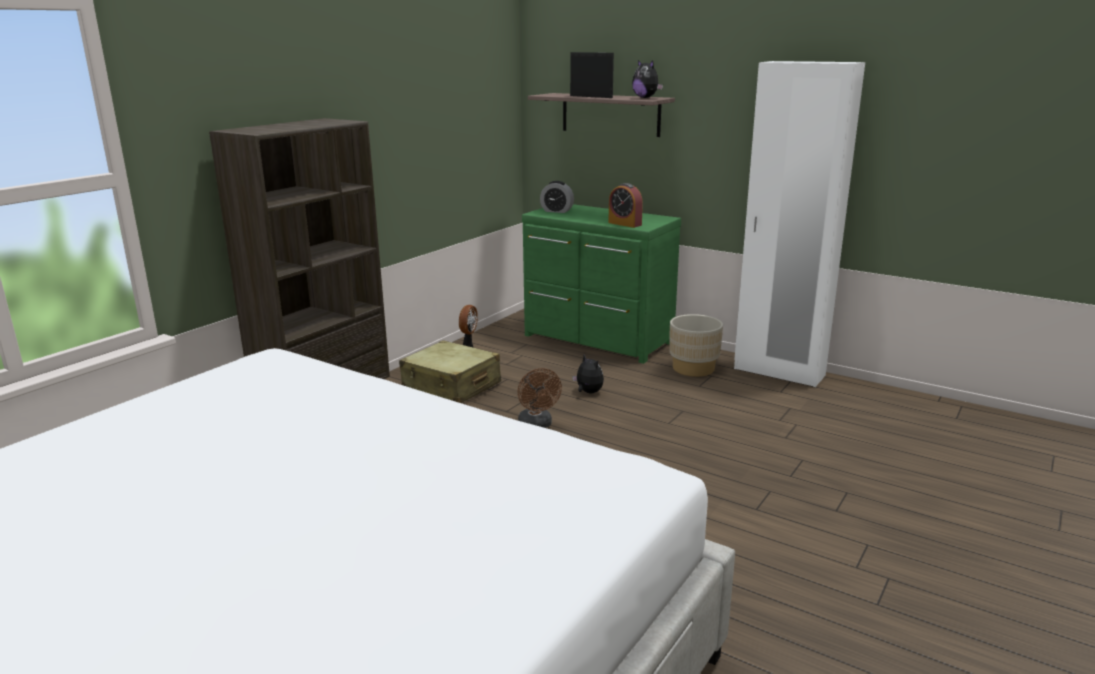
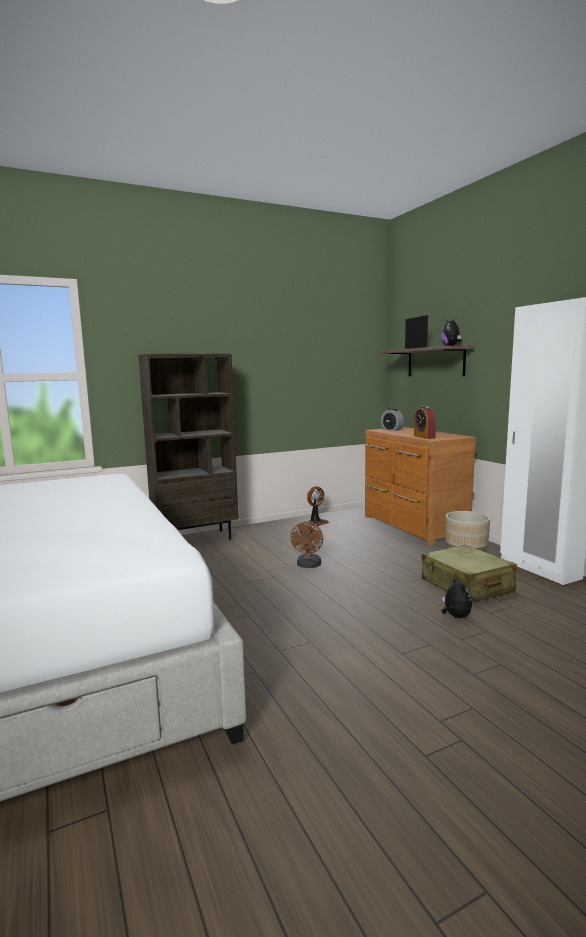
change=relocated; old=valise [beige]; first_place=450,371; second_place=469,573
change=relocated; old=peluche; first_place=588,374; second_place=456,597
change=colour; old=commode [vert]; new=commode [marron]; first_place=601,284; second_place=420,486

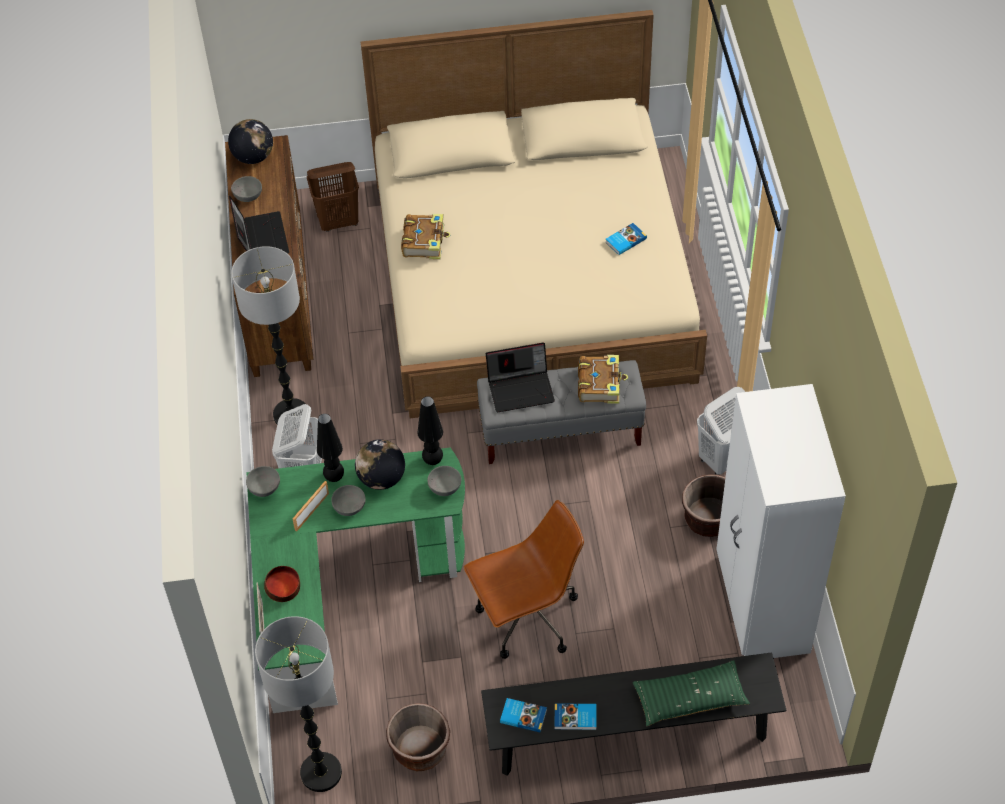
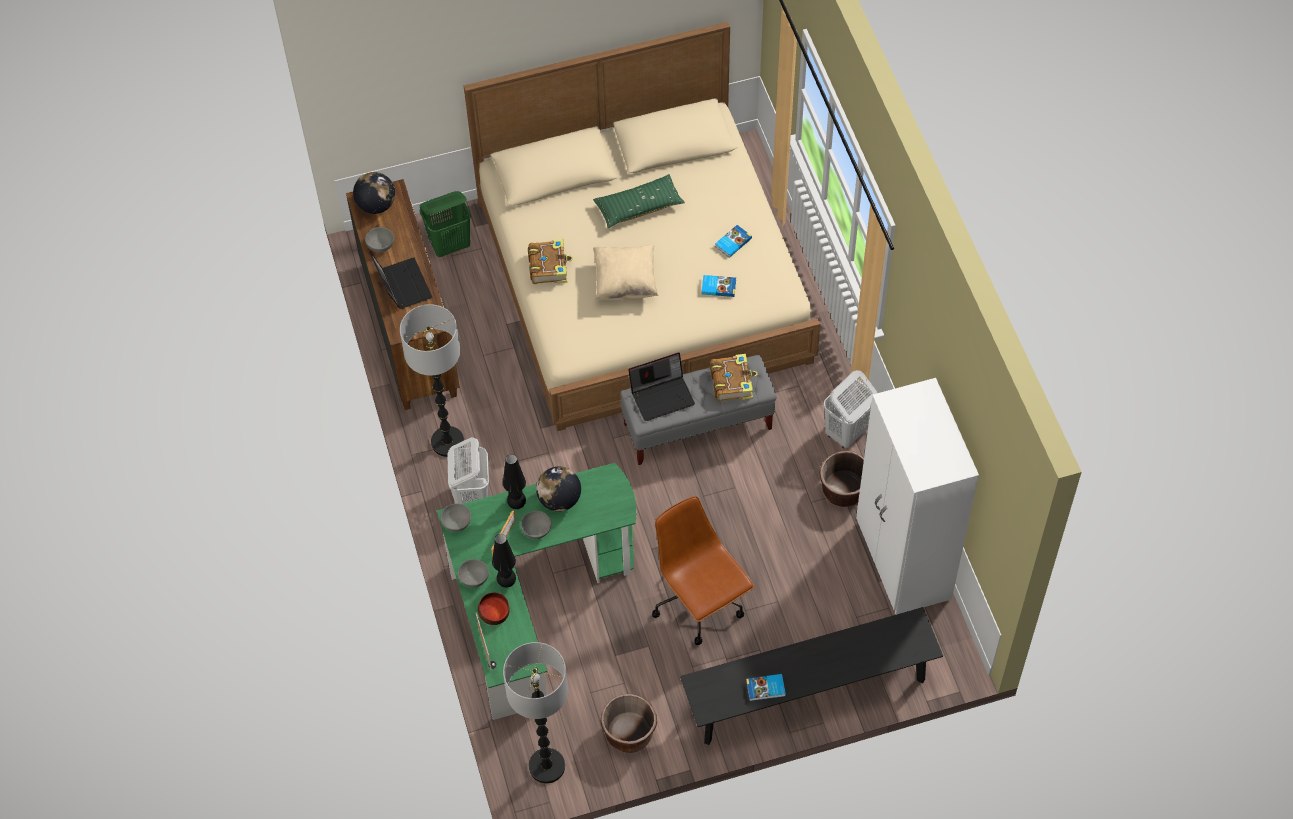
change=appeared; new=coussin [beige]; second_place=625,272
change=relocated; old=lampe de table [noir]; first_place=430,430; second_place=504,561
change=relocated; old=bol [gris]; first_place=444,481; second_place=473,573
change=relocated; old=livre; first_place=523,715; second_place=719,286
change=relocated; old=coussin [vert]; first_place=691,693; second_place=639,201
change=colour; old=panier à linge [marron]; new=panier à linge [vert]; first_place=333,197; second_place=445,224
change=spun; old=chaise de bureau [marron]; first_place=524,579; second_place=703,570; degrees=-90

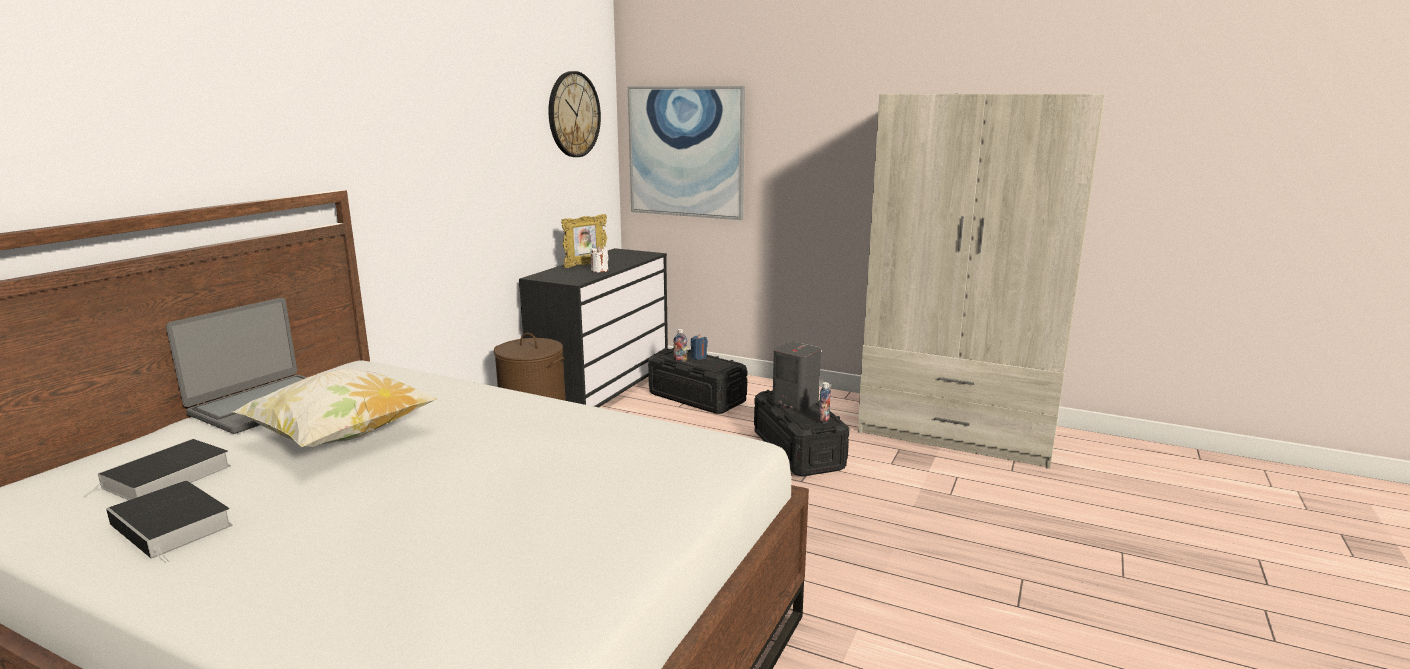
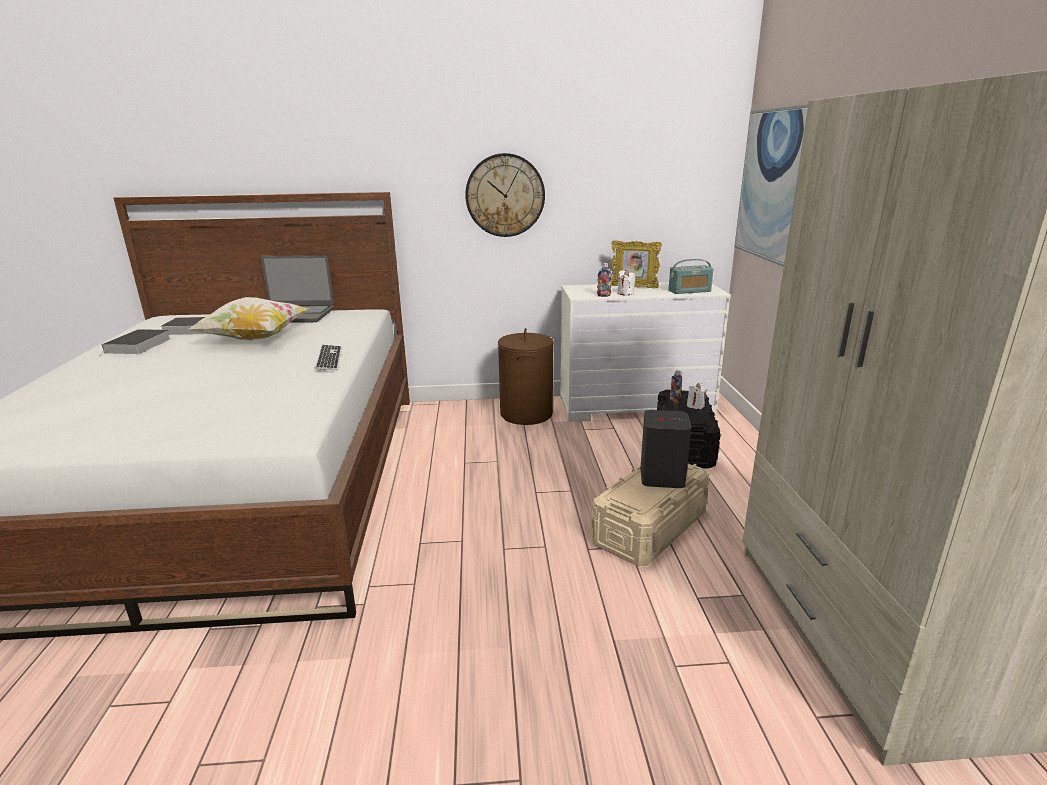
change=appeared; new=clavier; second_place=328,358
change=appeared; new=radio; second_place=691,276
change=relocated; old=horloge murale; first_place=574,114; second_place=505,195
change=relocated; old=bouteille; first_place=825,402; second_place=604,280
change=colour; old=commode [noir]; new=commode [blanc]; first_place=593,327; second_place=645,352
change=colour; old=bougie [bleu]; new=bougie [blanc]; first_place=699,347; second_place=697,396
change=colour; old=boîte de rangement [noir]; new=boîte de rangement [beige]; first_place=801,433; second_place=650,515

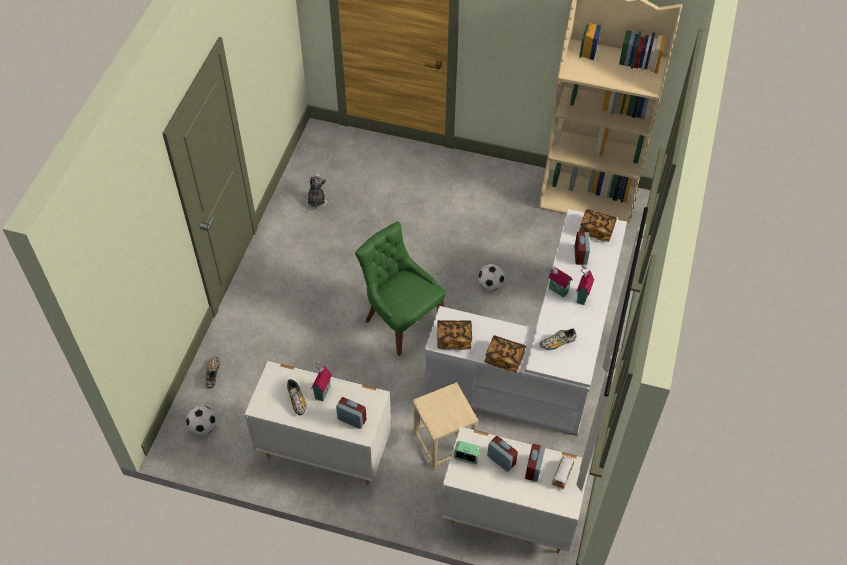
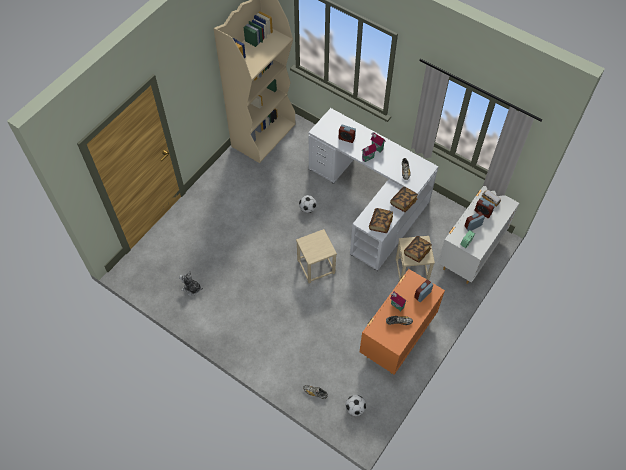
change=relocated; old=livre; first_place=598,225; second_place=418,249
change=exchanged; old=chaise [vert]; new=tabouret [beige]; first_place=400,289; second_place=316,256
change=colour; old=commode [blanc]; new=commode [orange]; first_place=318,423; second_place=402,322

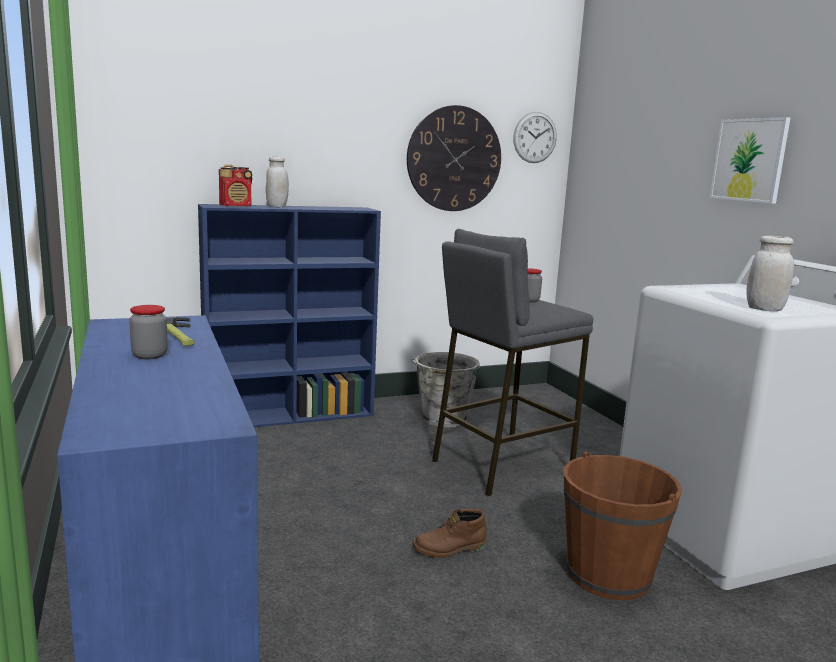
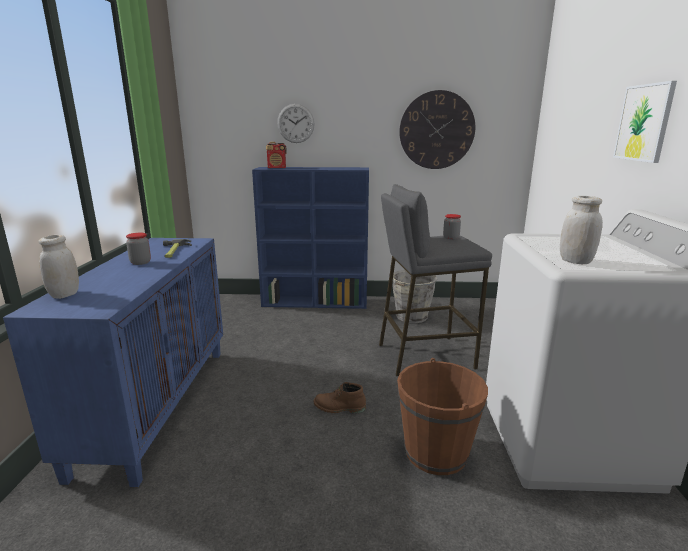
change=relocated; old=bocal [blanc]; first_place=277,182; second_place=59,267
change=relocated; old=horloge murale; first_place=535,137; second_place=296,123

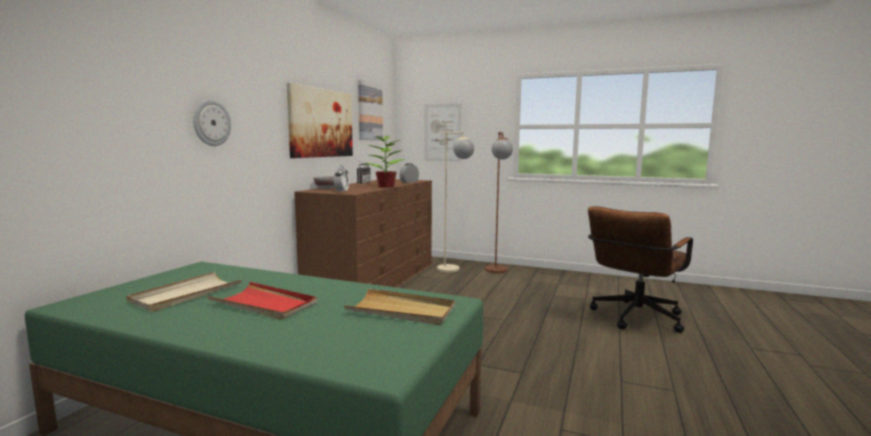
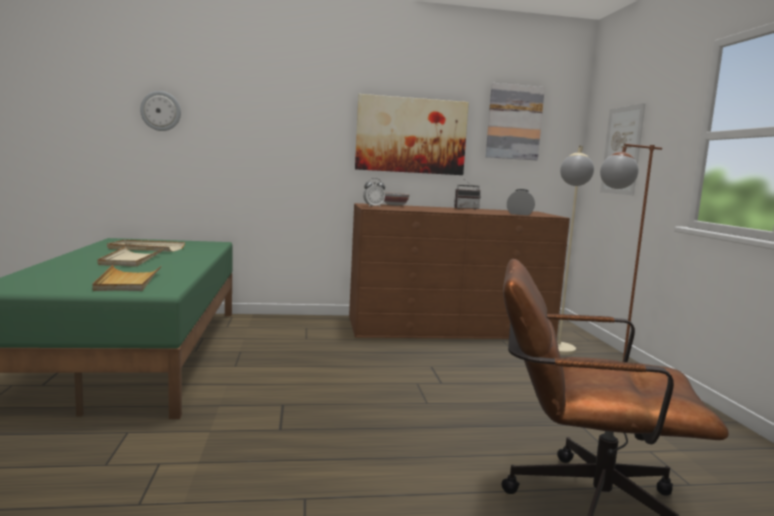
change=missing; old=plante en pot; first_place=385,162
change=relocated; old=horloge murale; first_place=212,123; second_place=160,111
change=colour; old=plateau [rouge]; new=plateau [beige]; first_place=262,301; second_place=131,257

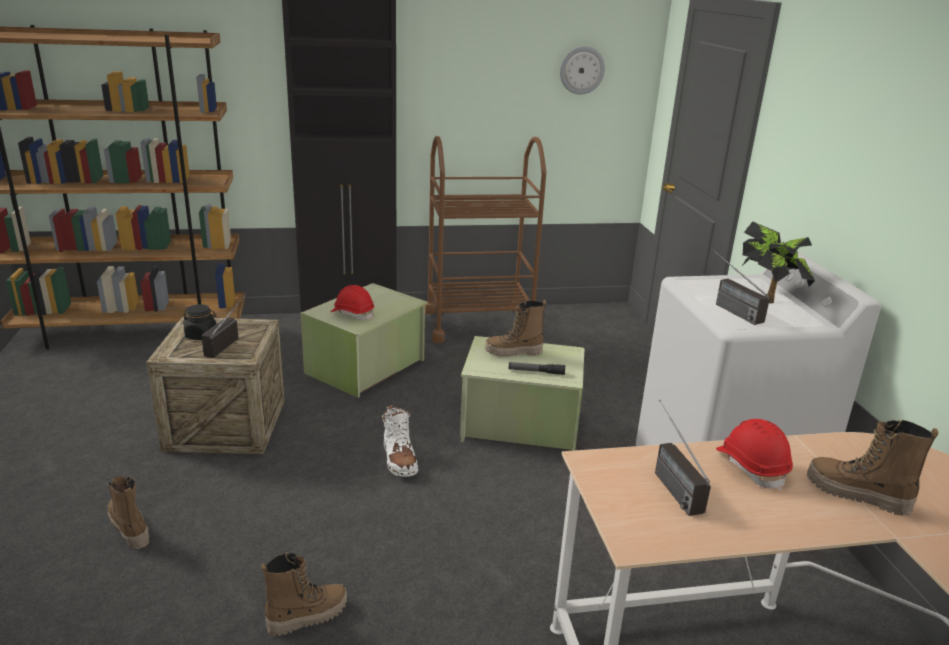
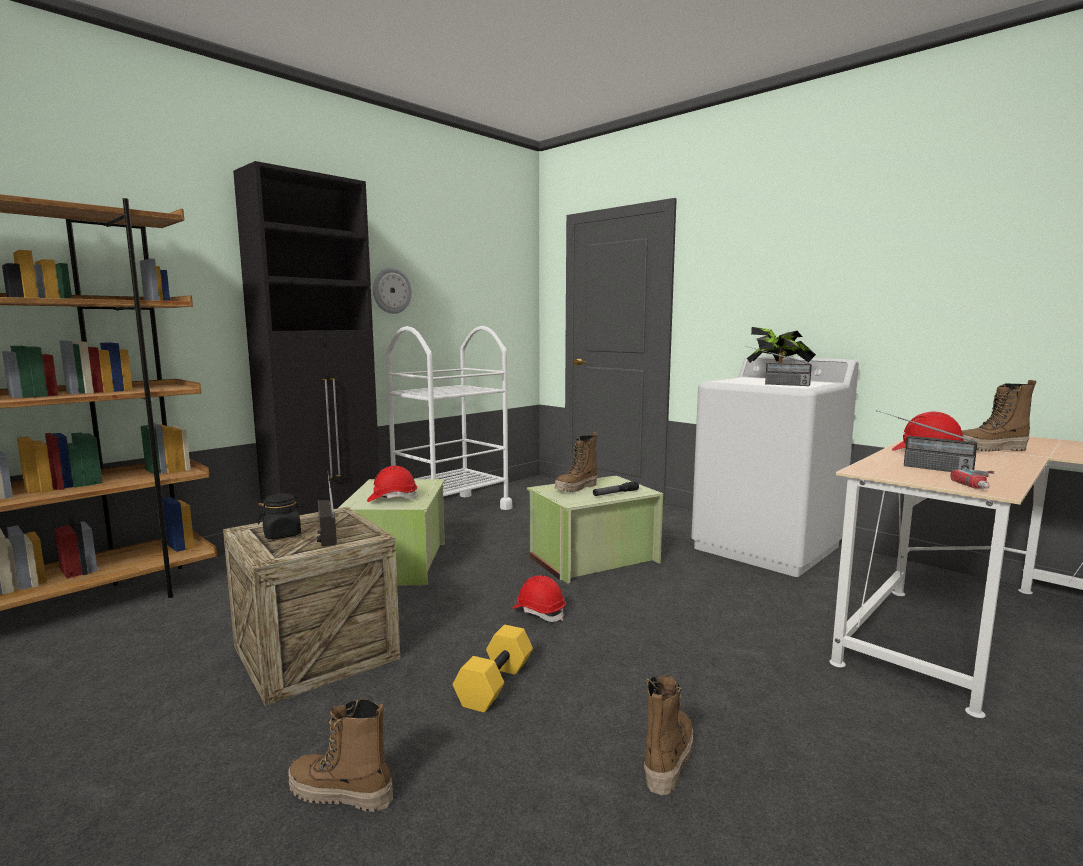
change=appeared; new=haltère [jaune]; second_place=493,668
change=appeared; new=perceuse; second_place=972,479
change=relocated; old=horloge murale; first_place=582,70; second_place=392,290
change=exchanged; old=botte [blanc]; new=casque de chantier [rouge]; first_place=400,441; second_place=539,598
change=colour; old=chariot [marron]; new=chariot [blanc]; first_place=486,239; second_place=449,418

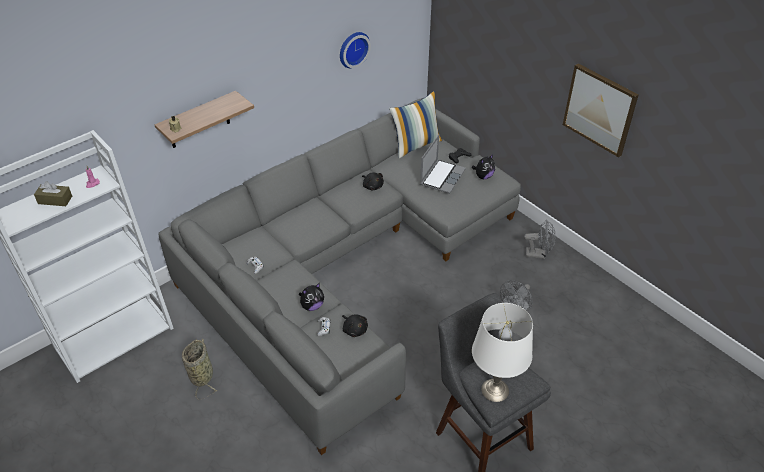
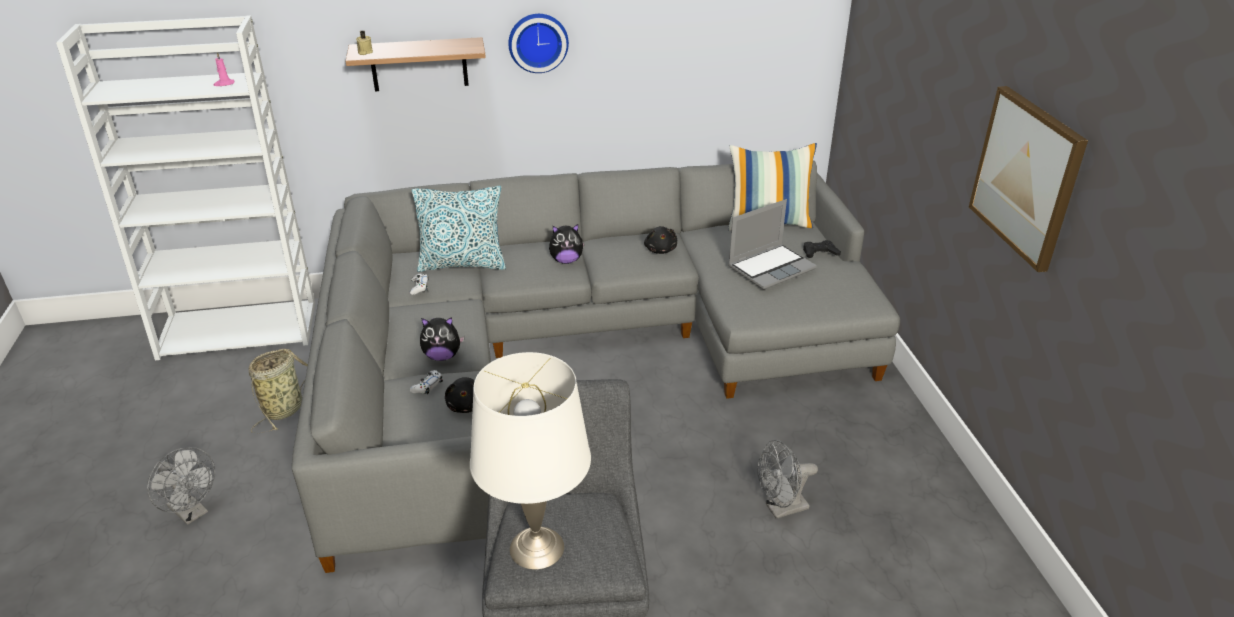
change=missing; old=boîte à mouchoirs [marron]; first_place=53,193
change=appeared; new=coussin; second_place=459,229
change=relocated; old=horloge murale; first_place=355,50; second_place=538,43
change=relocated; old=peluche; first_place=483,166; second_place=567,244
change=relocated; old=ventilateur [gris]; first_place=540,239; second_place=181,486

